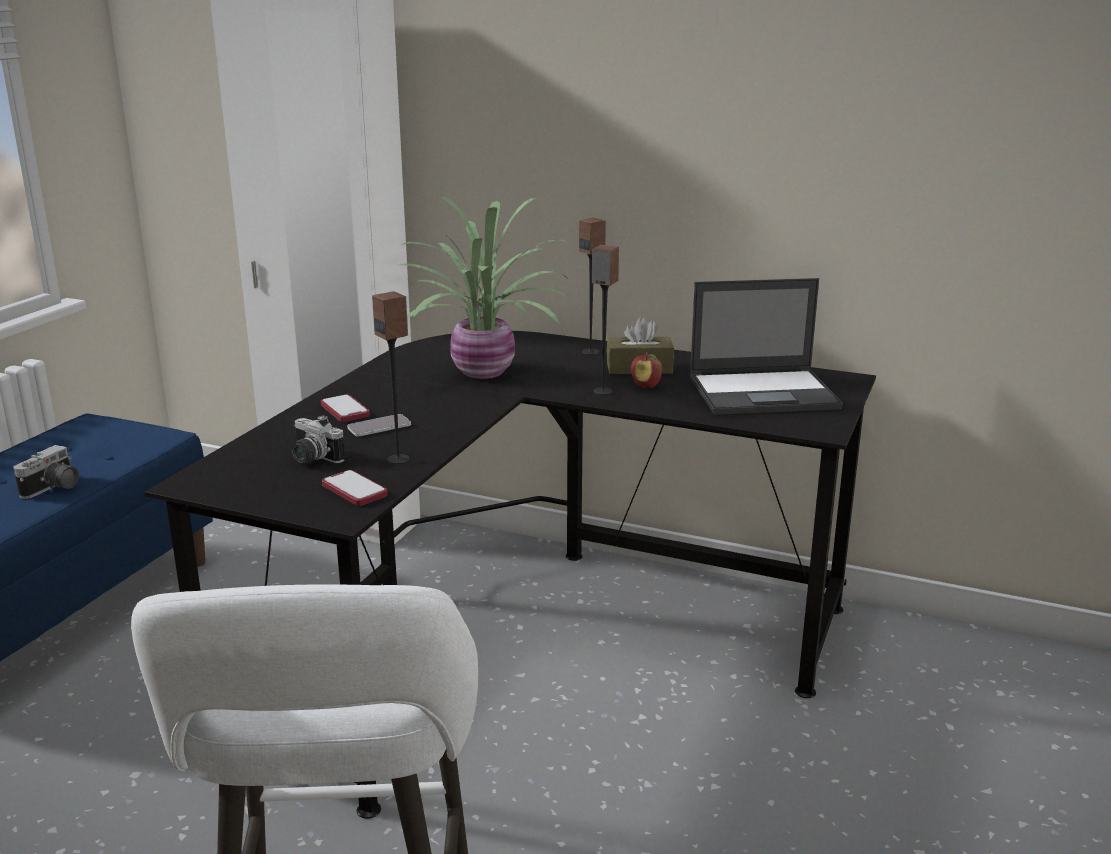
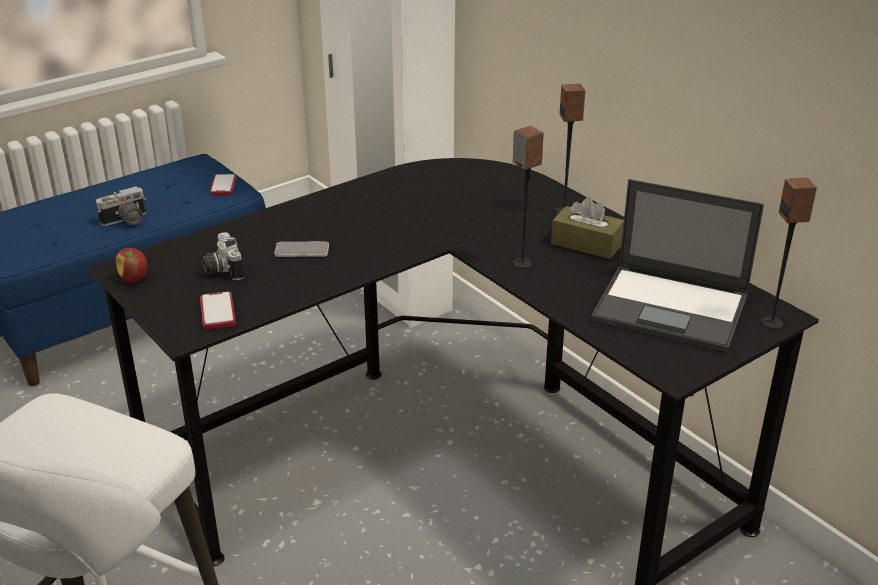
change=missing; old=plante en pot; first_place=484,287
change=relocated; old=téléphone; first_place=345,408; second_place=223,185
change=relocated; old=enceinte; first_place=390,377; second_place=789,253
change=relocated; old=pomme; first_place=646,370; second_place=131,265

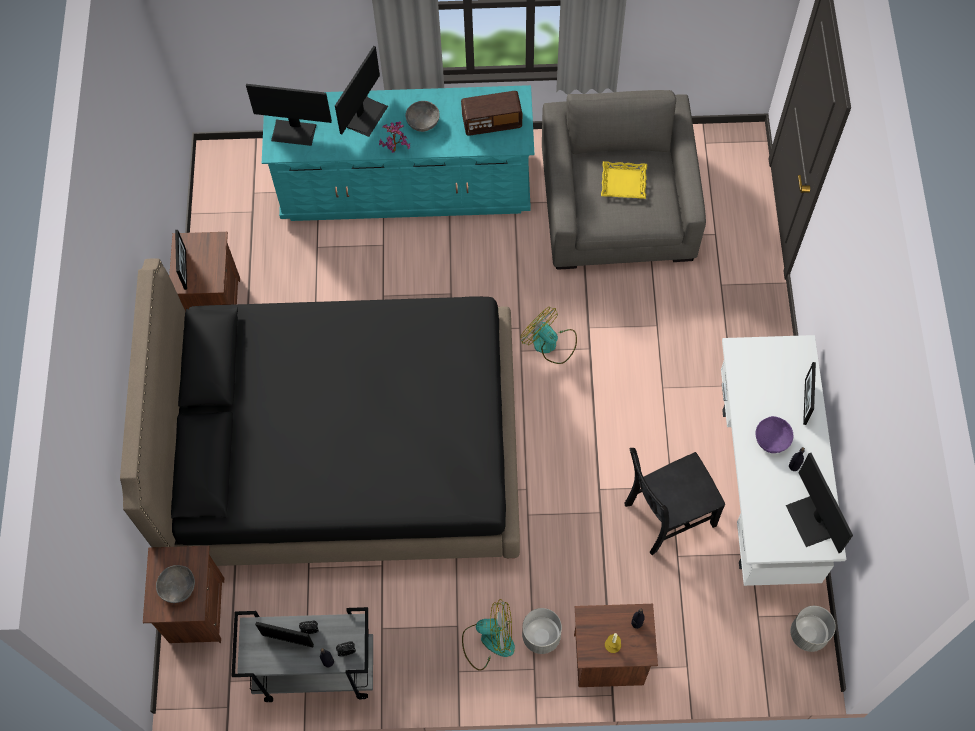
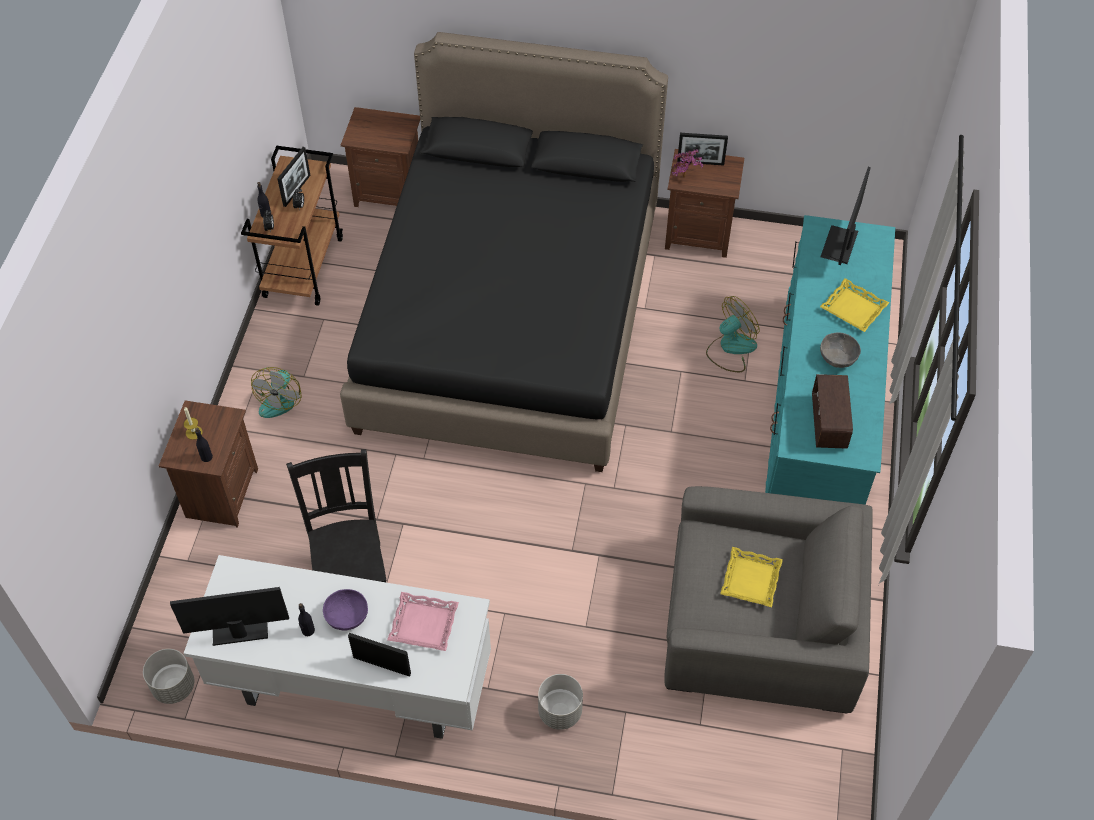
change=missing; old=bol [gris]; first_place=175,584
change=appeared; new=plateau [rose]; second_place=423,621
change=relocated; old=plante en pot; first_place=394,137; second_place=687,163
change=relocated; old=ventilateur; first_place=548,335; second_place=733,334
change=relocated; old=cache-pot [gris]; first_place=542,631; second_place=560,702
change=exchanged; old=écran d'ordinateur; new=plateau [jaune]; first_place=361,91; second_place=854,305
change=colour; old=chariot [gris]; new=chariot [marron]; first_place=302,654; second_place=292,226

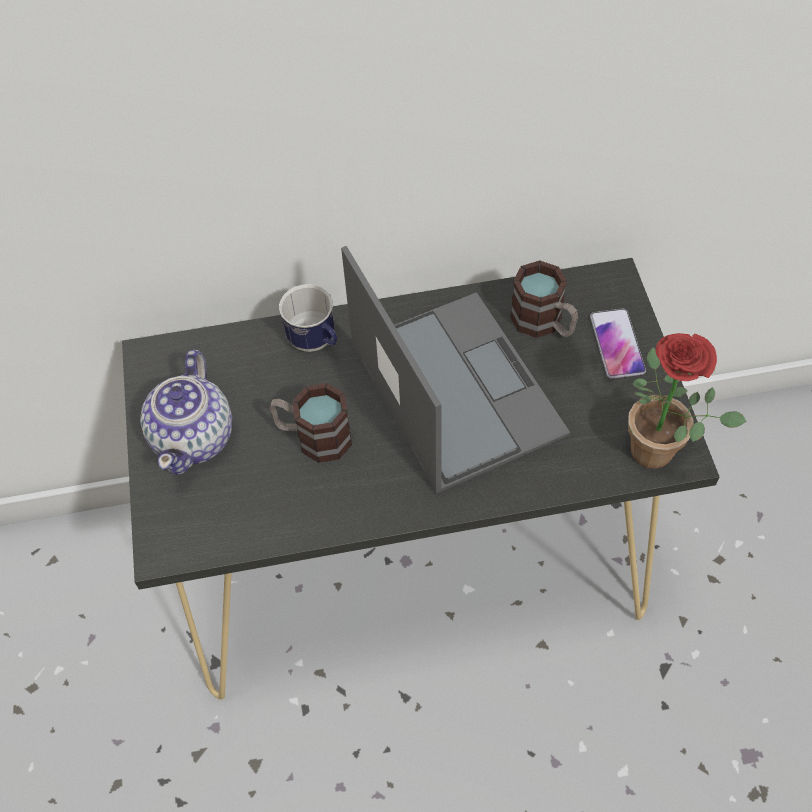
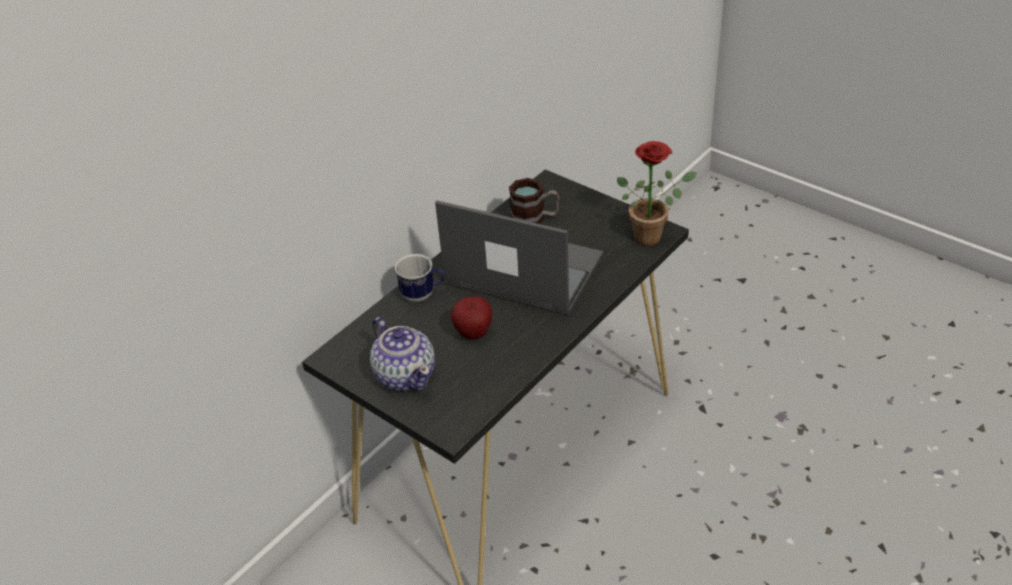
change=missing; old=téléphone; first_place=618,343
change=exchanged; old=mug; new=pomme; first_place=310,423; second_place=471,317

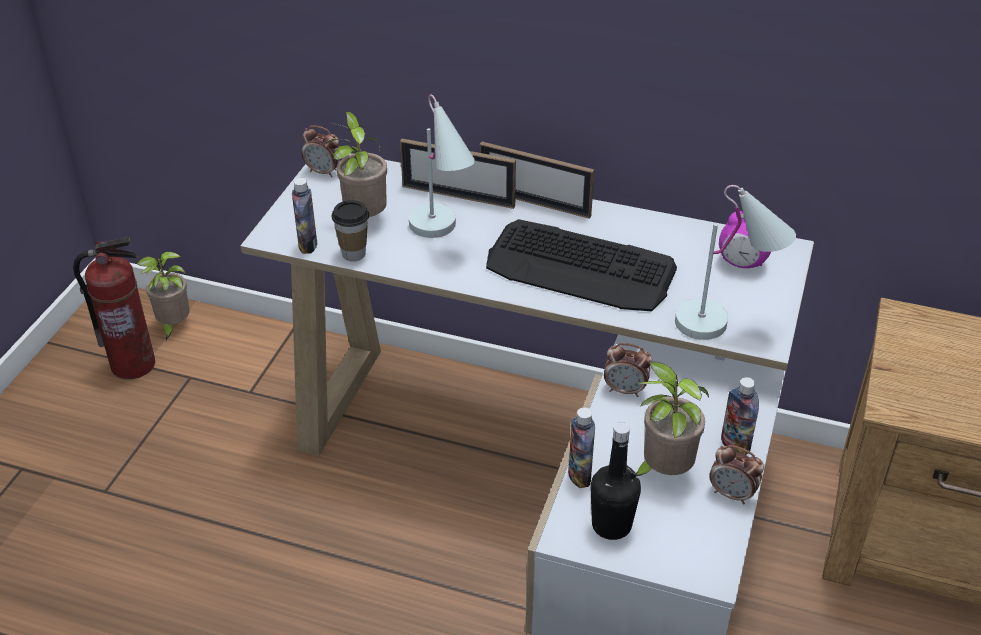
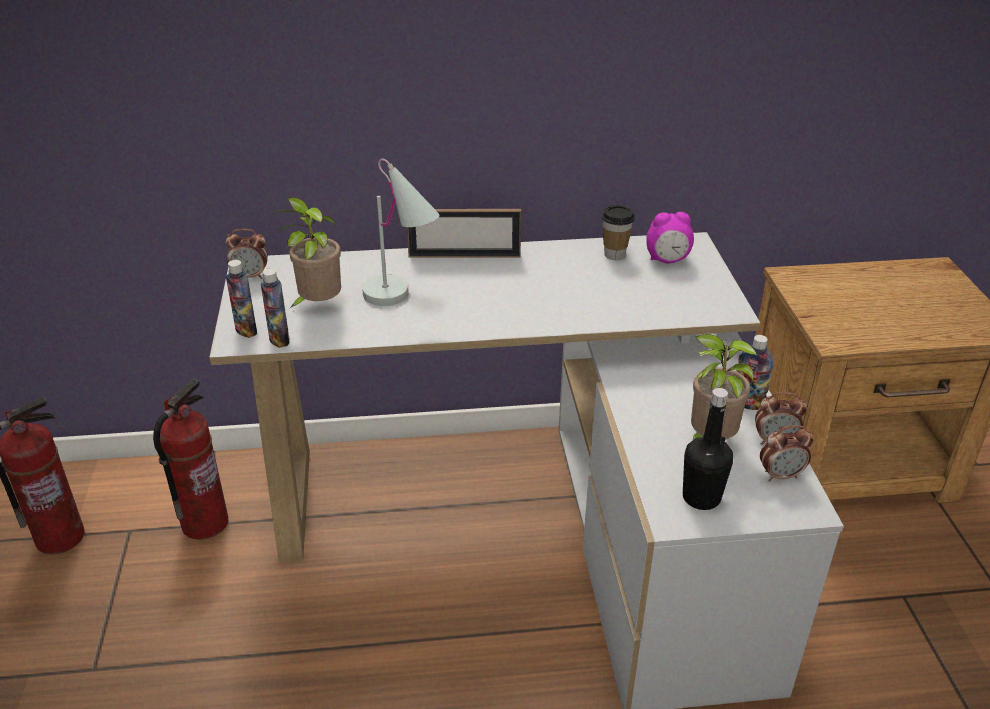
change=missing; old=plante en pot; first_place=163,296
change=missing; old=cadre photo; first_place=458,174
change=missing; old=clavier; first_place=581,265
change=missing; old=lampe de table [blanc]; first_place=735,262
change=appeared; new=extincteur; second_place=190,459
change=relocated; old=tasse; first_place=350,230; second_place=618,232
change=relocated; old=bouteille; first_place=581,447; second_place=241,299
change=relocated; old=réveil; first_place=628,370; second_place=787,453

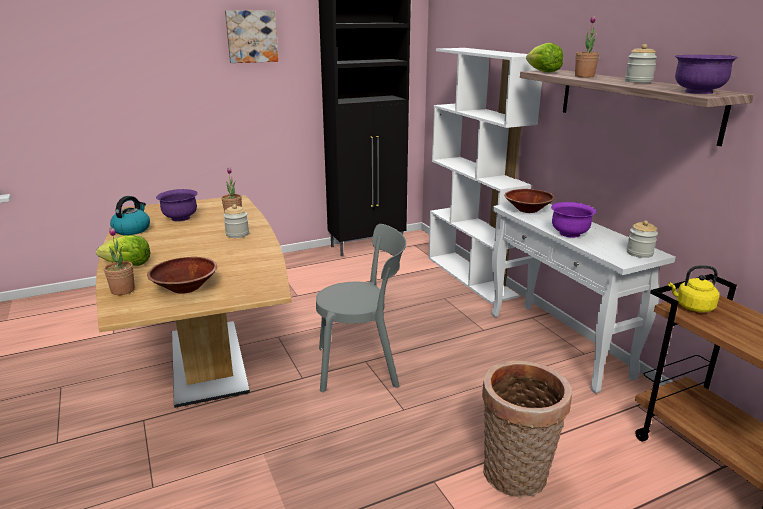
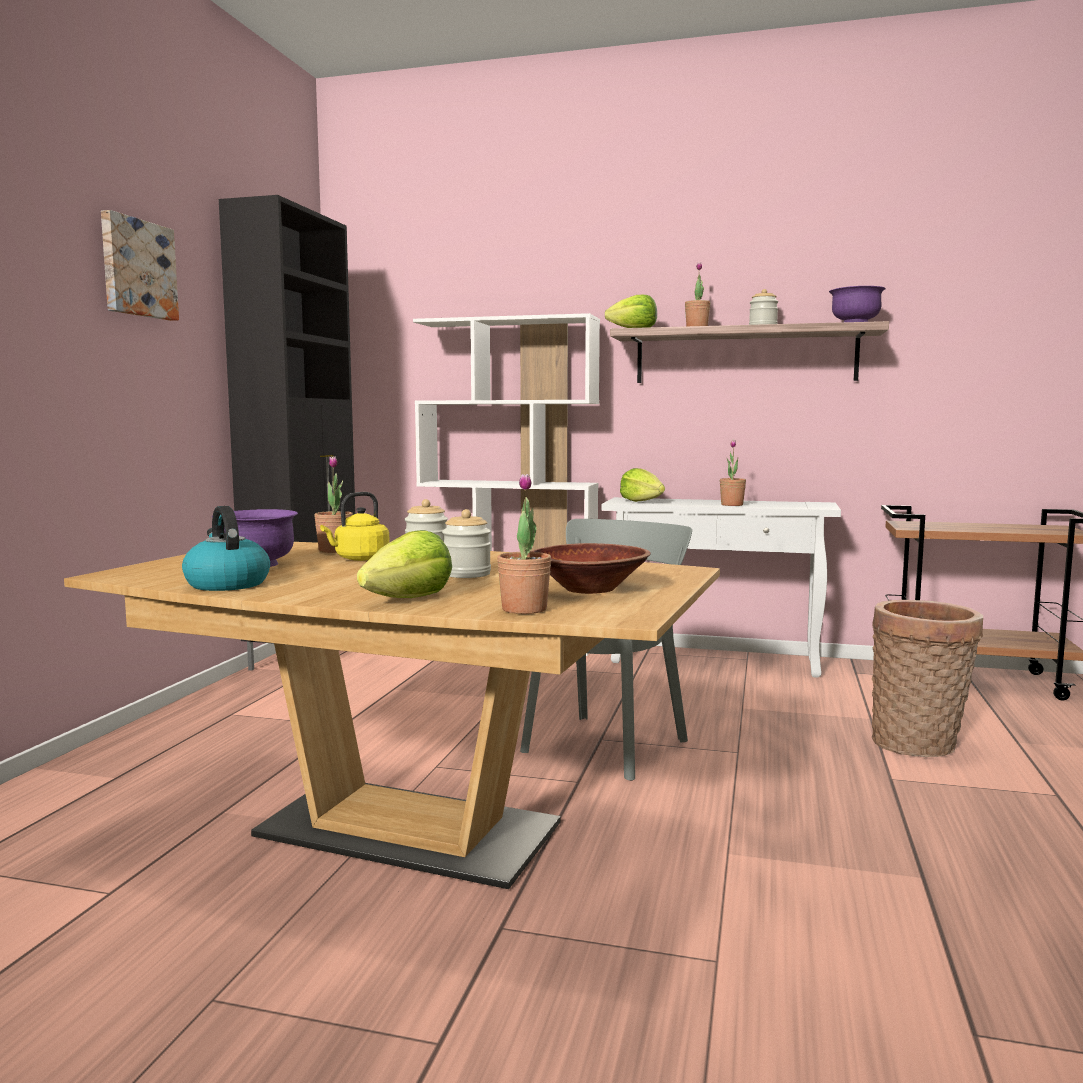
change=relocated; old=bocal; first_place=642,239; second_place=466,543
change=relocated; old=bouilloire [jaune]; first_place=694,288; second_place=355,526
change=exchanged; old=bol [marron]; new=laitue; first_place=529,201; second_place=642,485
change=exchanged; old=bol [violet]; new=plante en pot; first_place=573,220; second_place=733,473

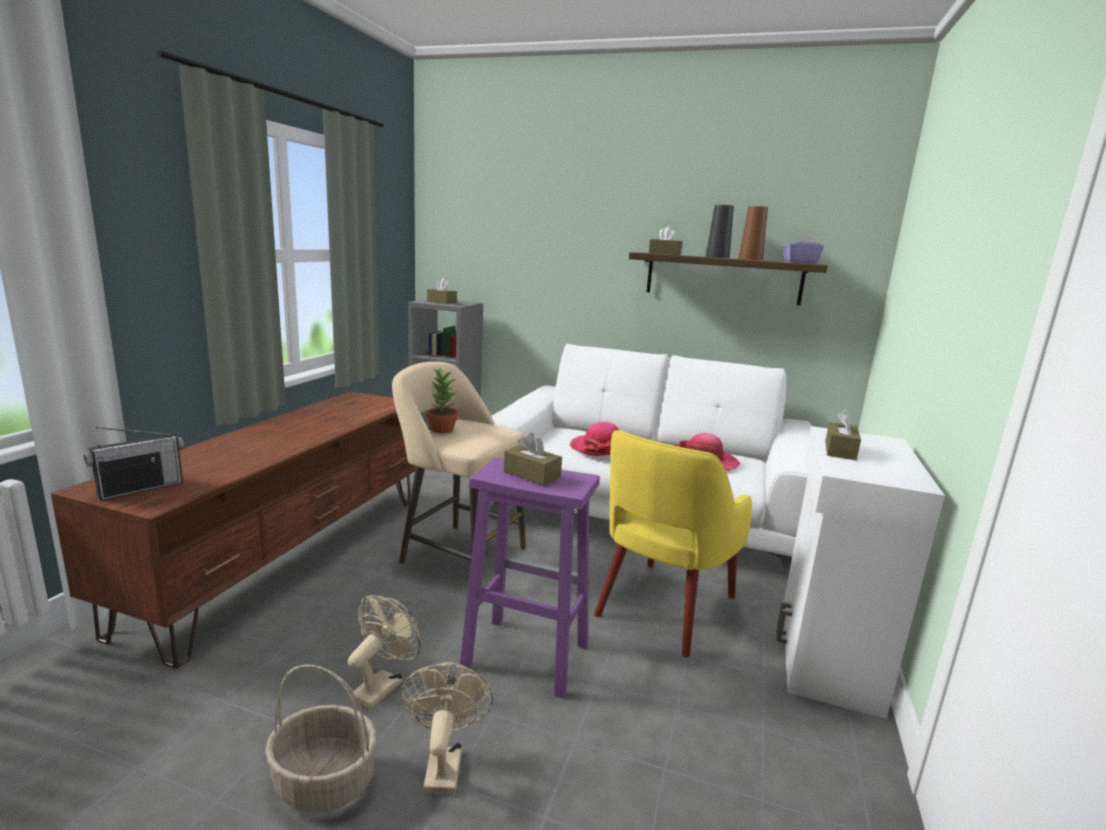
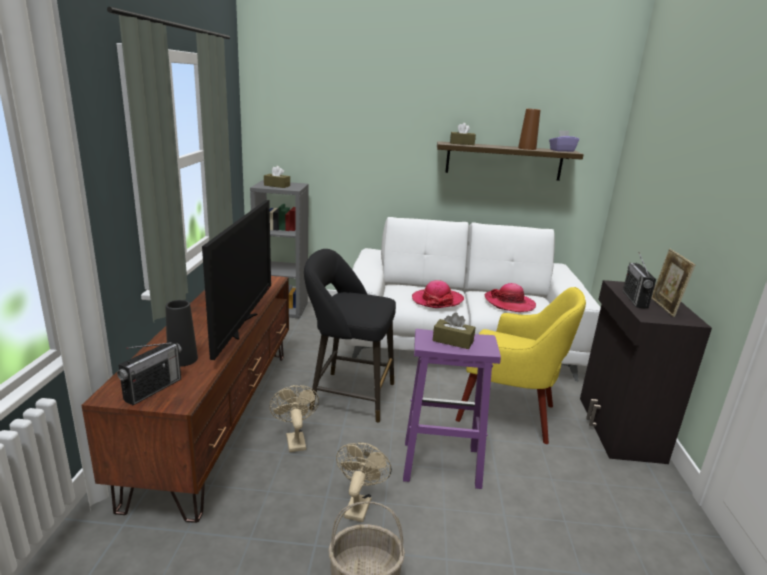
change=missing; old=plante en pot; first_place=442,400
change=appeared; new=téléviseur; second_place=236,280
change=appeared; new=cadre photo; second_place=673,283
change=relocated; old=ventilateur [beige]; first_place=447,728; second_place=294,418
change=relocated; old=vase [noir]; first_place=720,231; second_place=181,333
change=exchanged; old=boîte à mouchoirs [marron]; new=radio; first_place=843,434; second_place=639,280
change=colour; old=tabouret [beige]; new=tabouret [noir]; first_place=459,463; second_place=350,336
change=colour; old=meuble de rangement [blanc]; new=meuble de rangement [noir]; first_place=860,572; second_place=646,372
change=spun; old=fauteuil [jaune]; first_place=673,543; second_place=521,365; degrees=-90

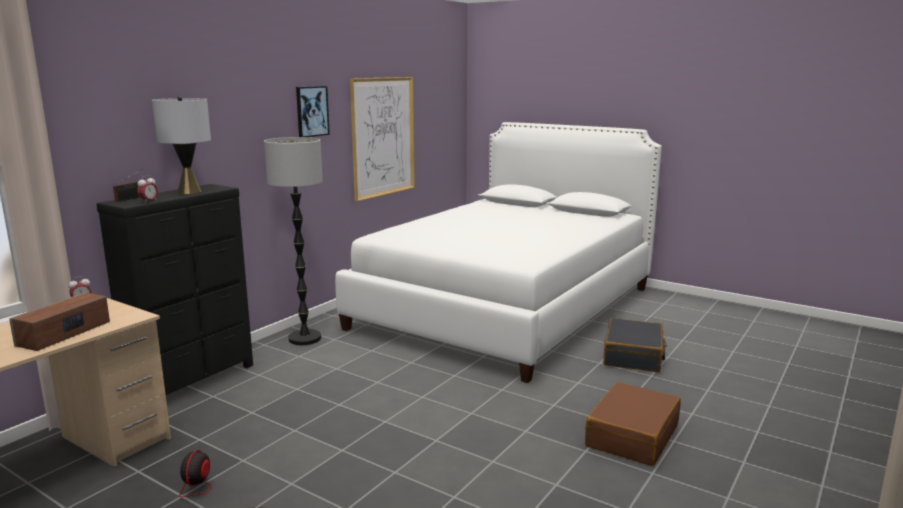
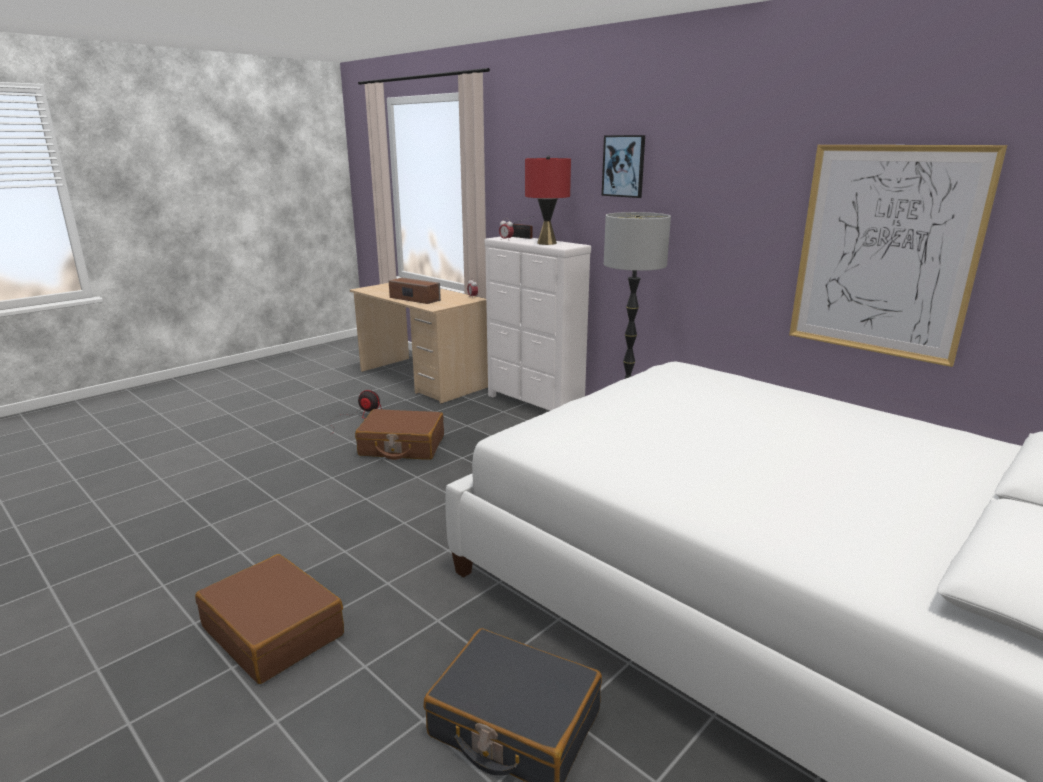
change=appeared; new=valise [marron]; second_place=399,434
change=relocated; old=tableau; first_place=313,111; second_place=623,166
change=colour; old=commode [noir]; new=commode [blanc]; first_place=175,289; second_place=538,324
change=colour; old=lampe de table [gris]; new=lampe de table [rouge]; first_place=181,145; second_place=548,200

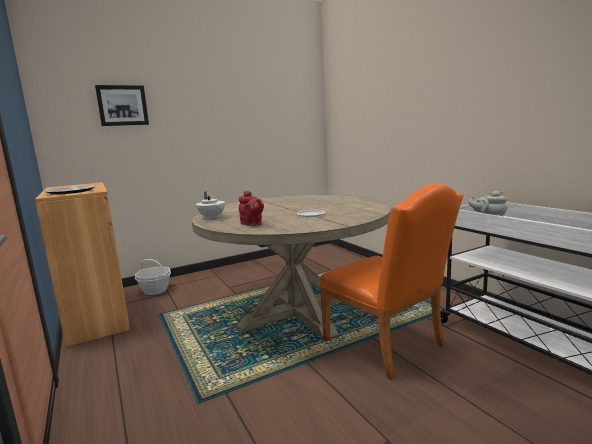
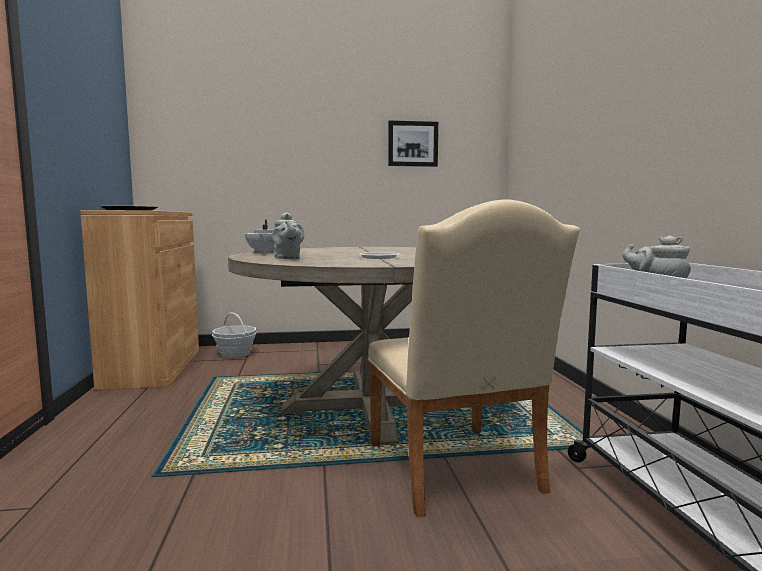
change=relocated; old=tableau; first_place=122,105; second_place=413,143
change=colour; old=théière [rouge]; new=théière [gris]; first_place=251,208; second_place=288,235
change=colour; old=chaise [orange]; new=chaise [beige]; first_place=391,282; second_place=474,358

